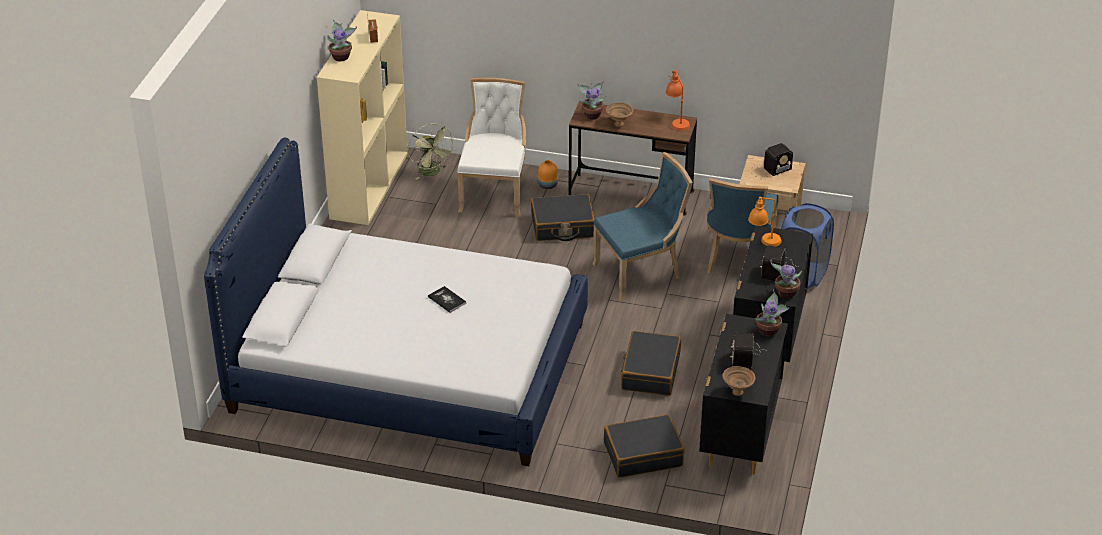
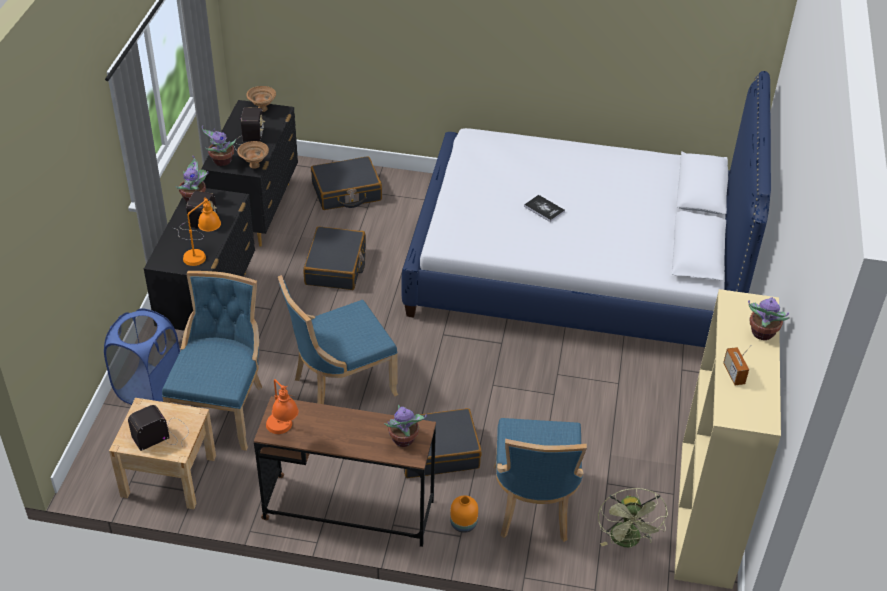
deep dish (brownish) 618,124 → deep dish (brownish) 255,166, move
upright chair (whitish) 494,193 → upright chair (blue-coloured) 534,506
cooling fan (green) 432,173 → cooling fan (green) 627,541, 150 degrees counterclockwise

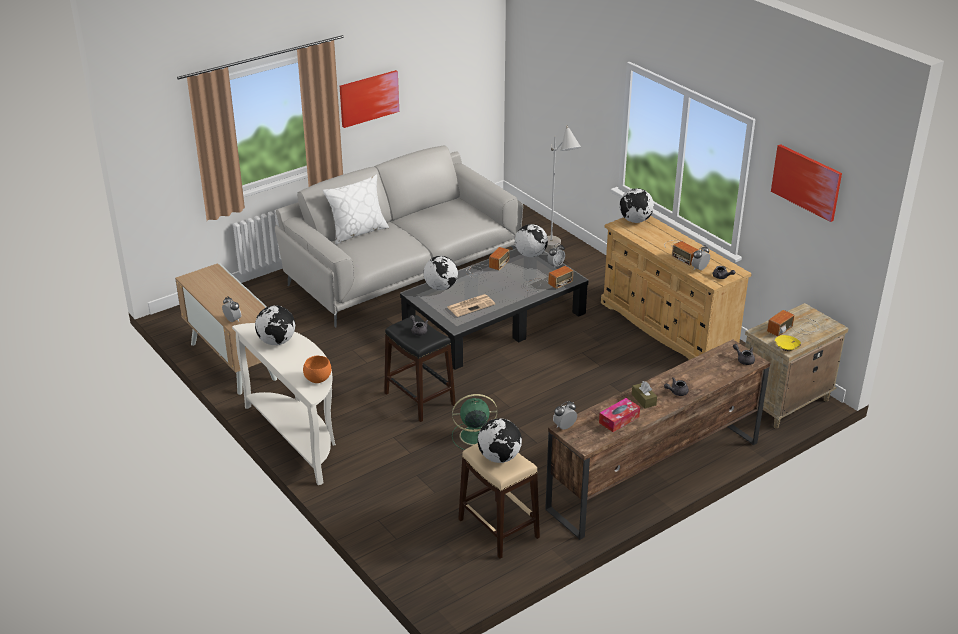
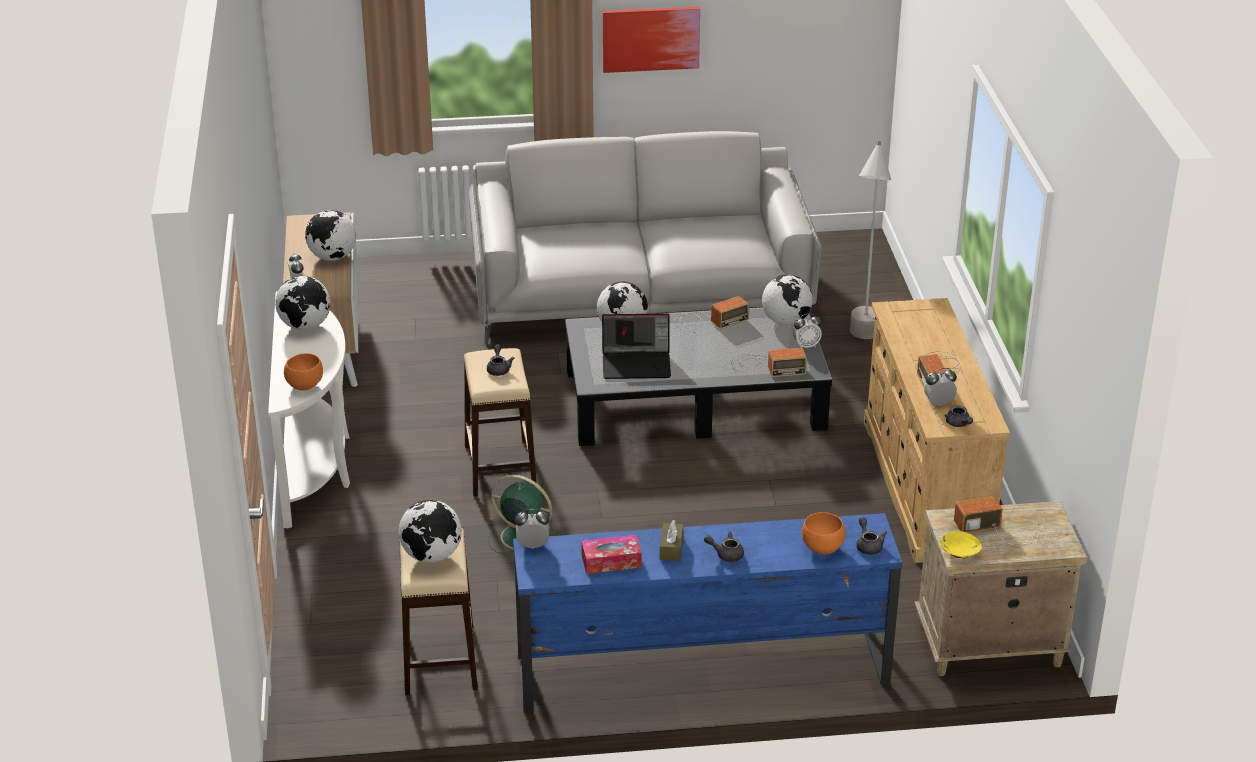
cushion (whitish) 357,232 → -
picture 806,182 → -
- → deep dish (orange-coloured) 822,549
world globe 635,221 → world globe 332,257, move
daily paper 471,305 → notebook computer 637,364
sitting stool (black-coloured) 419,399 → sitting stool (beige) 499,468
tv stand (brownish) 653,475 → tv stand (blue-coloured) 701,671

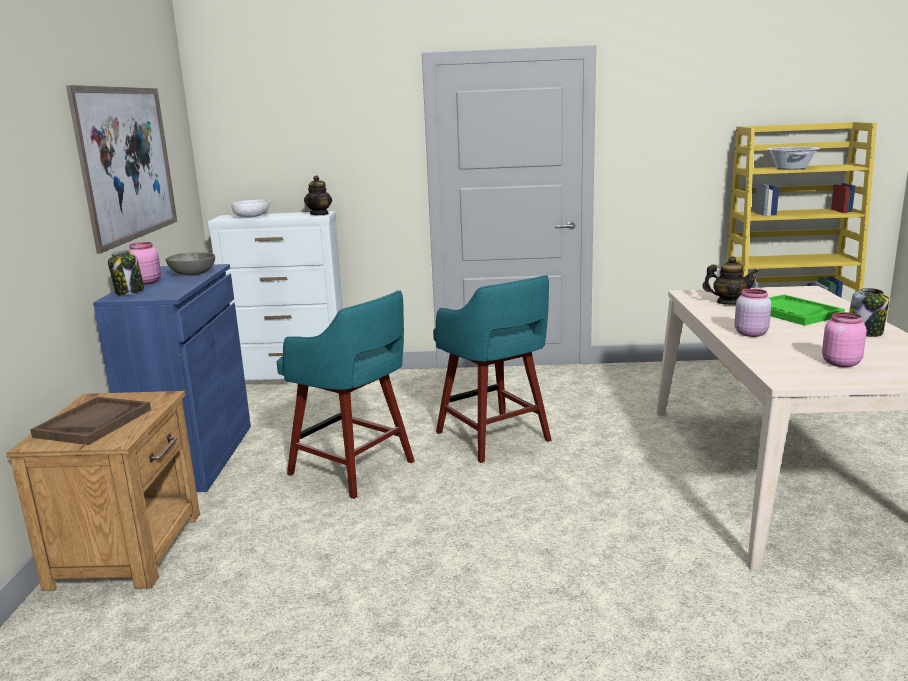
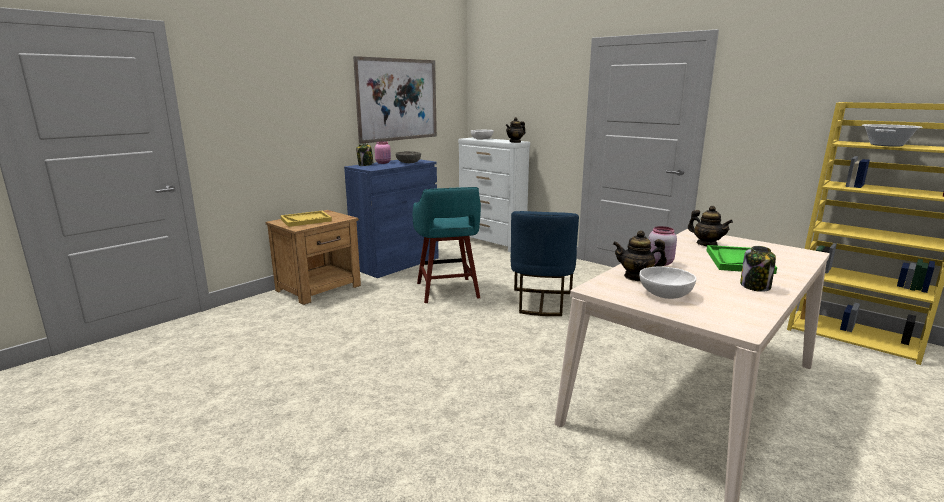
- → pot for tea 636,277
sitting stool (blue-green) 494,438 → upright chair (blue-coloured) 541,302
jar (pinkish) 839,363 → deep dish (whitish) 665,294
tray (brownish) 93,423 → tray (yellowish) 306,220

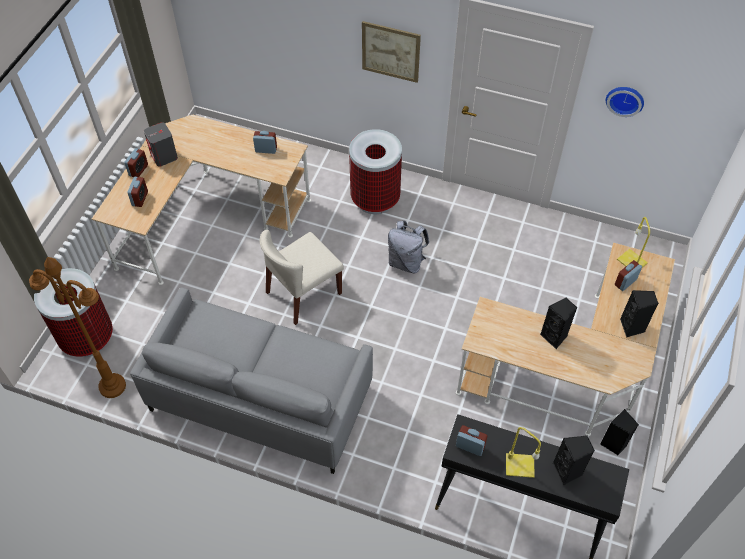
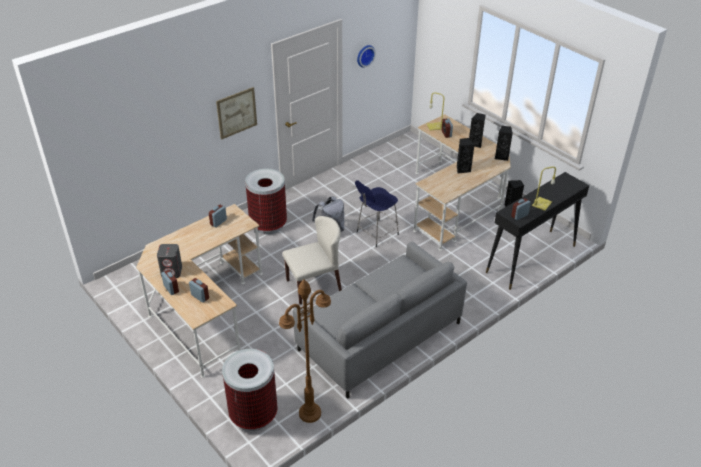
- → sitting stool (blue-coloured) 376,234
loudspeaker (black-coloured) 568,471 → loudspeaker (black-coloured) 501,156, move
upright chair (beige) 303,293 → upright chair (beige) 314,285, 105 degrees counterclockwise

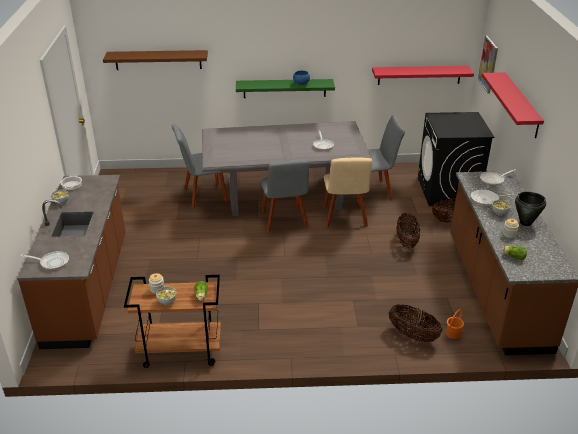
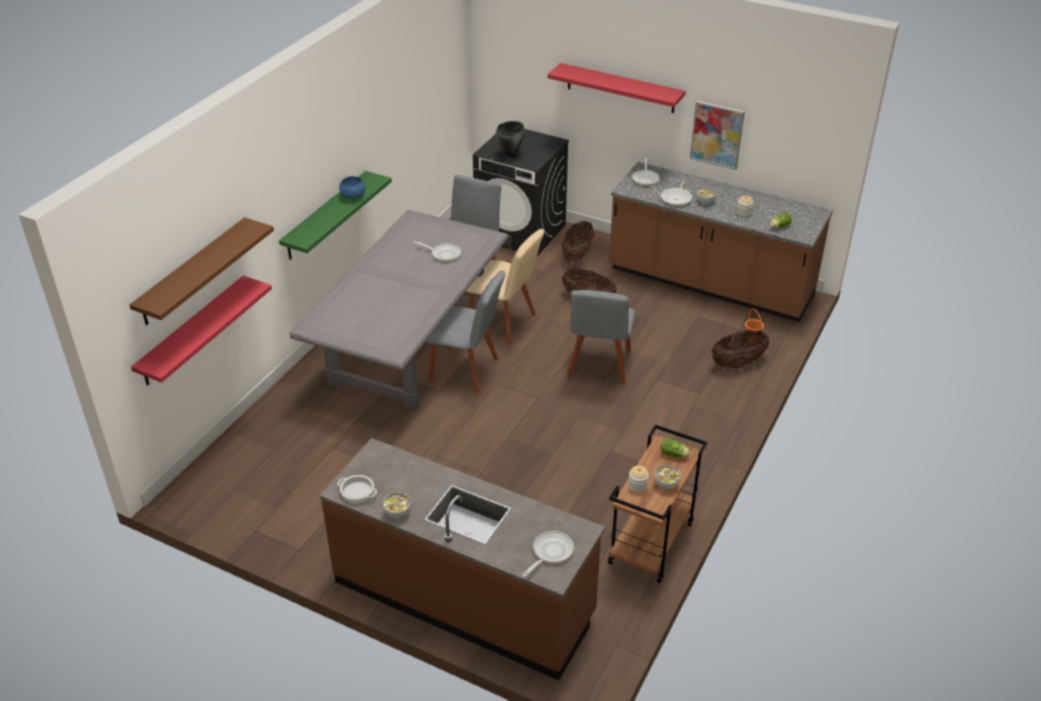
upright chair (grey) 202,195 → upright chair (grey) 598,367, move
shelf (red) 419,75 → shelf (red) 192,331, move
picture 488,64 → picture 717,134, move
saucepot (black-coloured) 525,223 → saucepot (black-coloured) 510,154, move

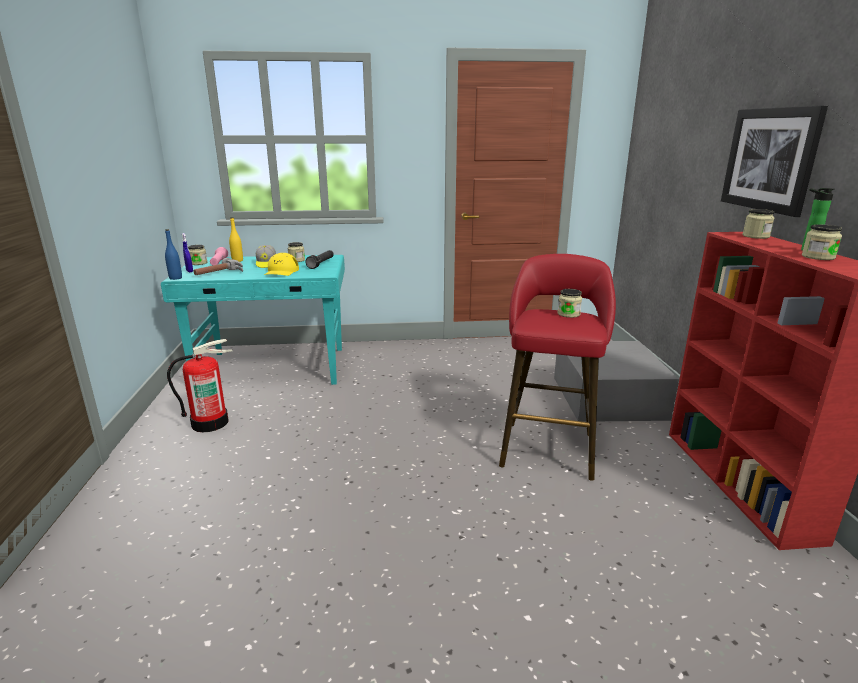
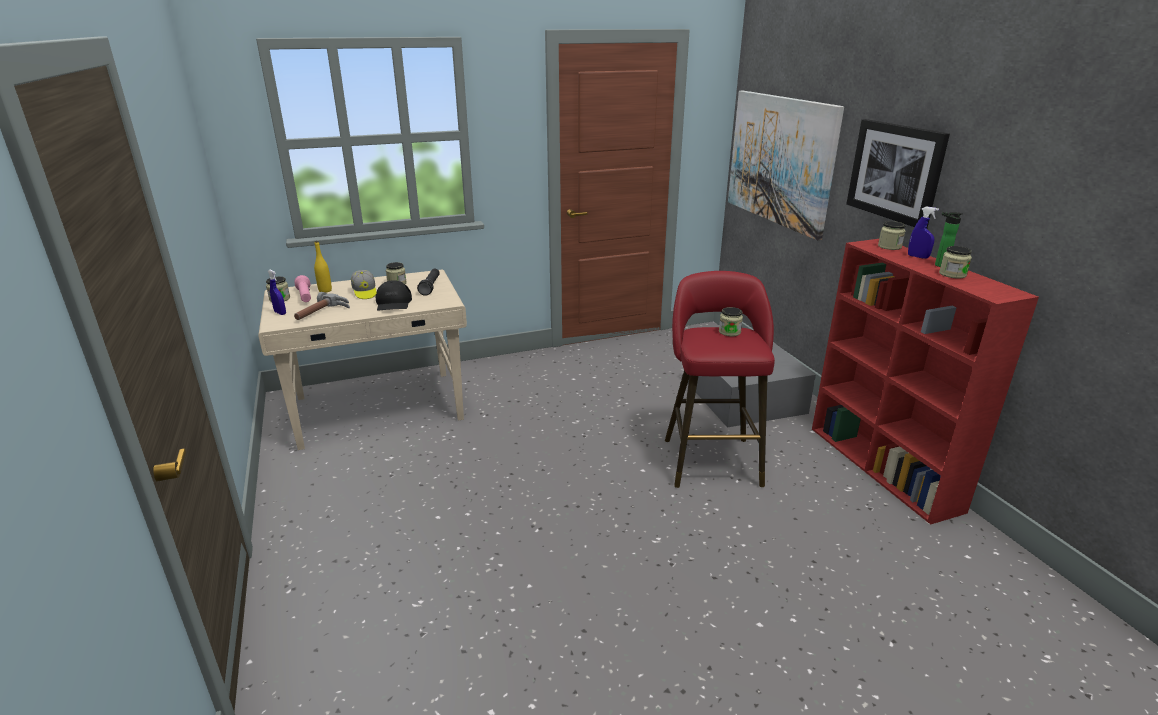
beverage bottle (blue-coloured) 175,278 → -
fire-fighting cylinder 210,422 → -
- → picture 780,160
- → hand sprayer (blue-coloured) 918,257
desk table (blue-green) 274,368 → desk table (beige) 380,409
cap (yellowish) 281,271 → cap (black-coloured) 393,303

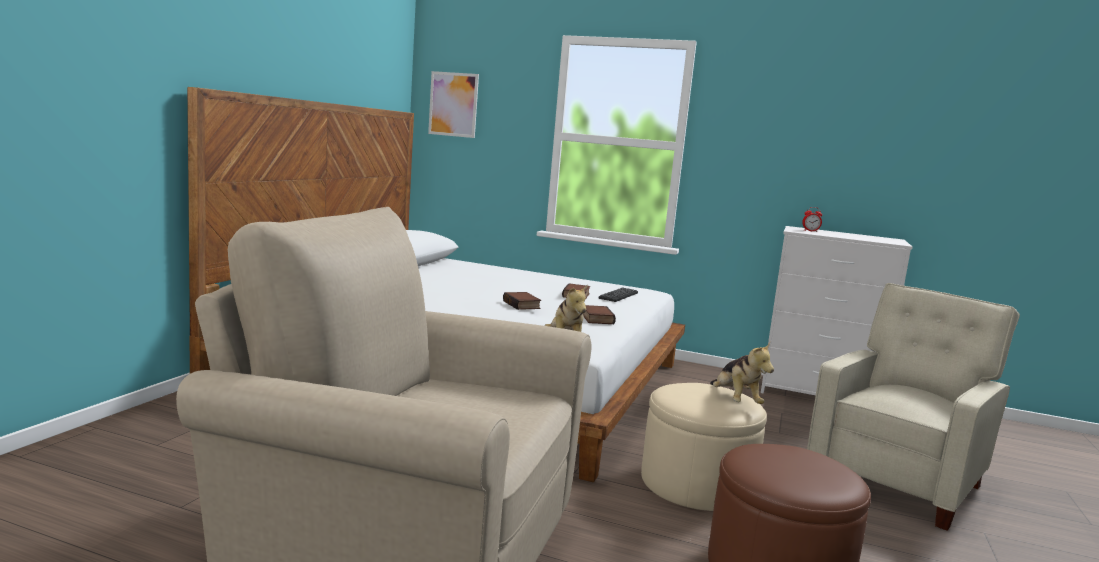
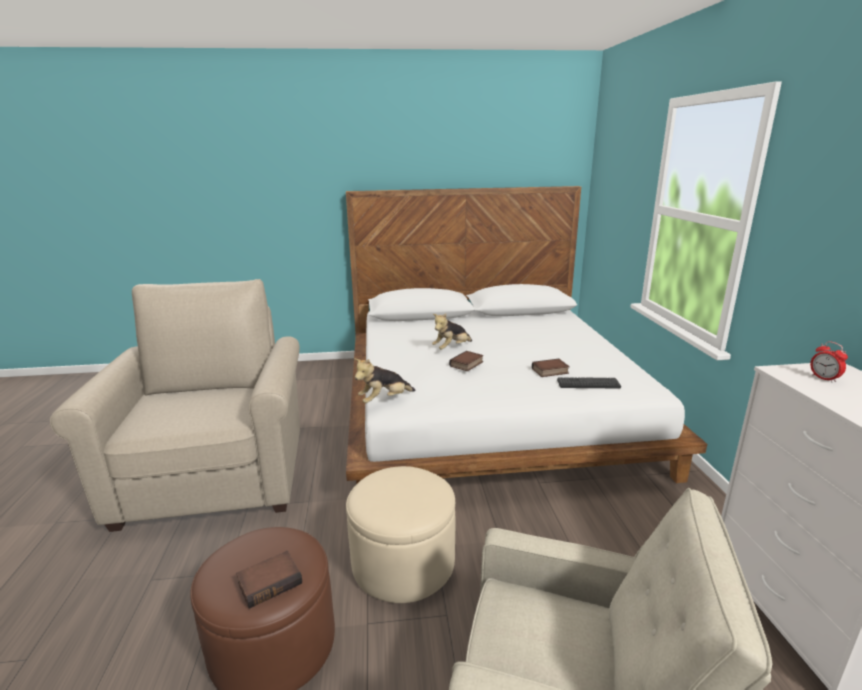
picture 453,104 → -
bound book 596,318 → bound book 270,581, move
cuddly toy 735,401 → cuddly toy 451,348, move

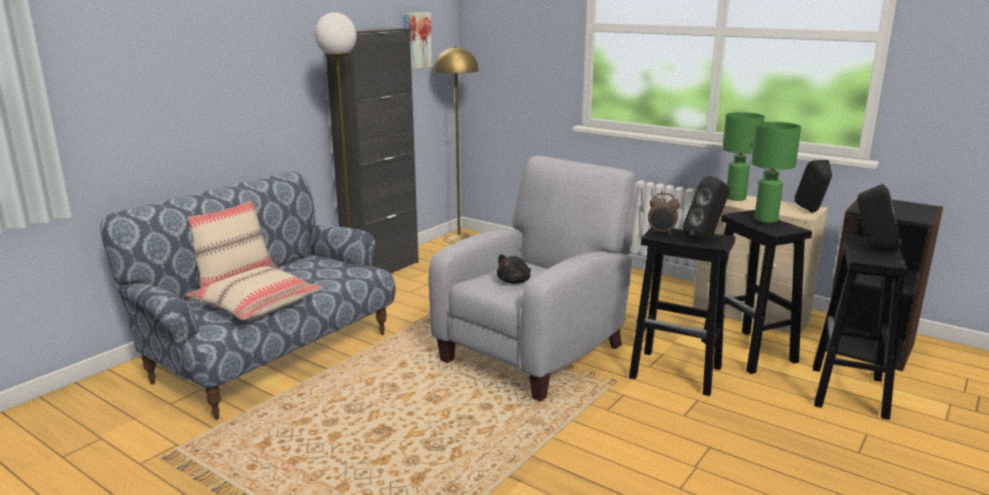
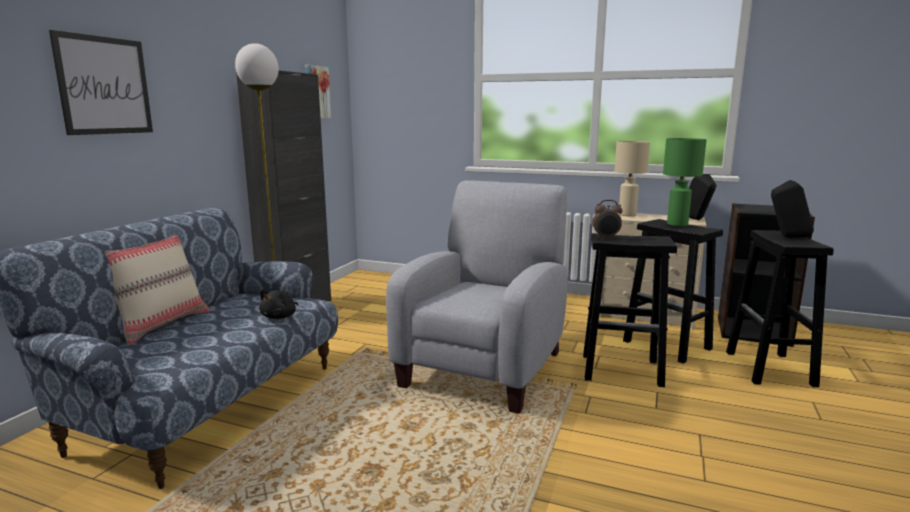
cushion (beige) 257,305 → -
standard lamp (yellowish) 459,239 → -
loudspeaker (black-coloured) 705,238 → -
- → picture 104,86
cuddly toy (black-coloured) 515,281 → cuddly toy (black-coloured) 280,317, move
table lamp (green) 735,198 → table lamp (beige) 627,215

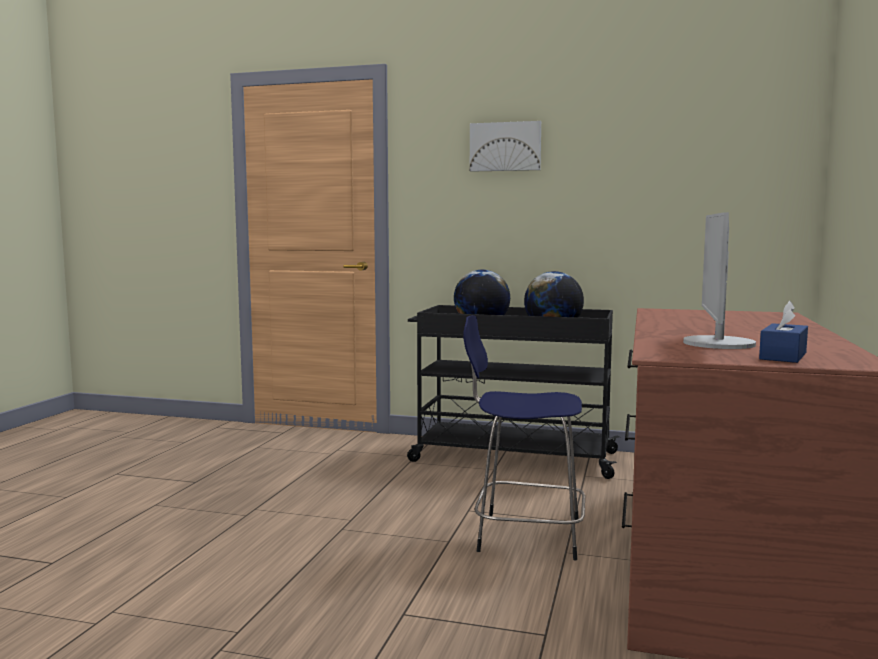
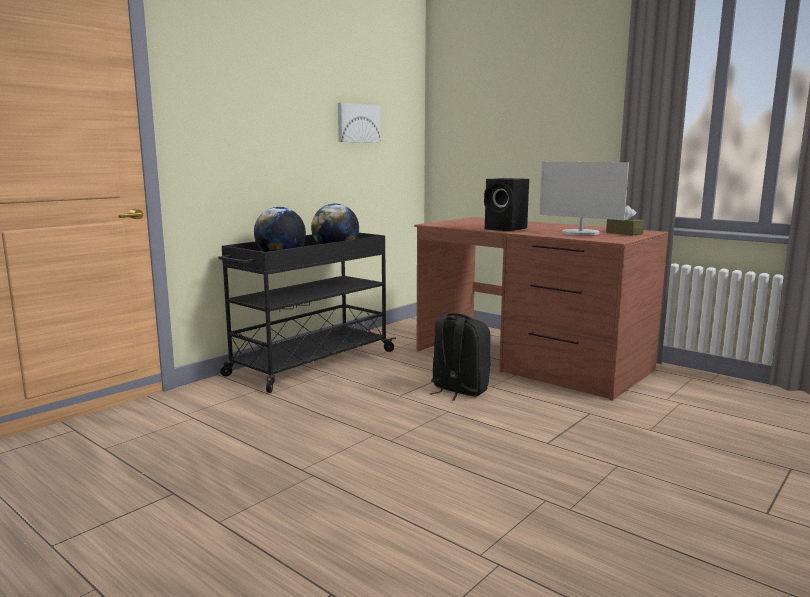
- → loudspeaker (black-coloured) 507,229
picture 505,147 → picture 357,123, move
sitting stool (blue-coloured) 524,535 → rucksack (black-coloured) 458,390
tissue box (blue-coloured) 783,356 → tissue box (brownish) 624,233

